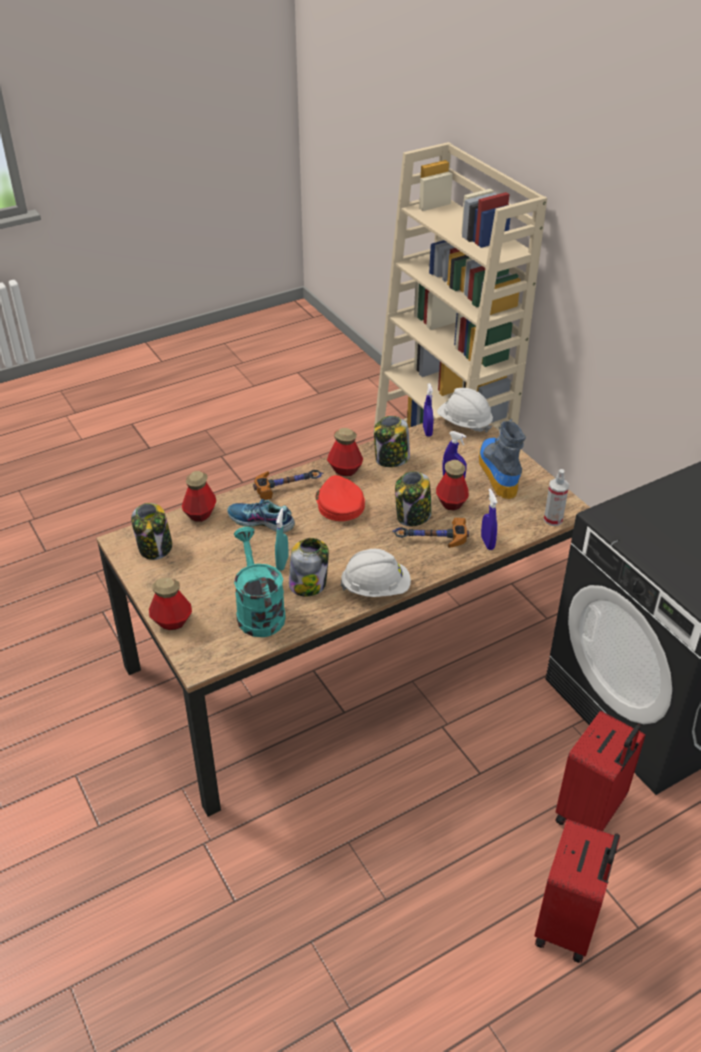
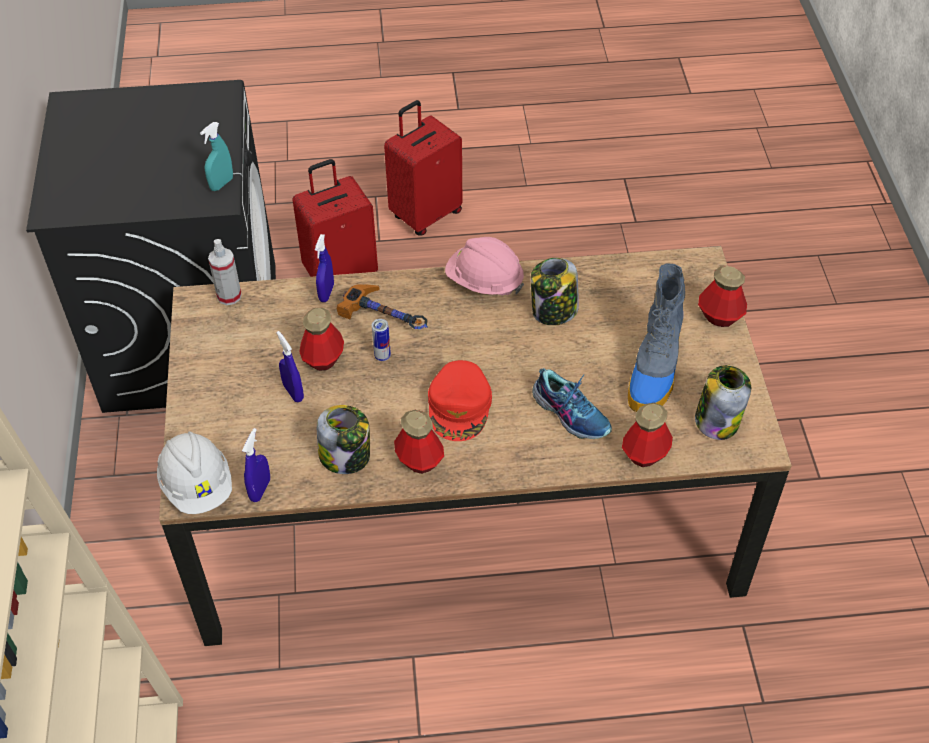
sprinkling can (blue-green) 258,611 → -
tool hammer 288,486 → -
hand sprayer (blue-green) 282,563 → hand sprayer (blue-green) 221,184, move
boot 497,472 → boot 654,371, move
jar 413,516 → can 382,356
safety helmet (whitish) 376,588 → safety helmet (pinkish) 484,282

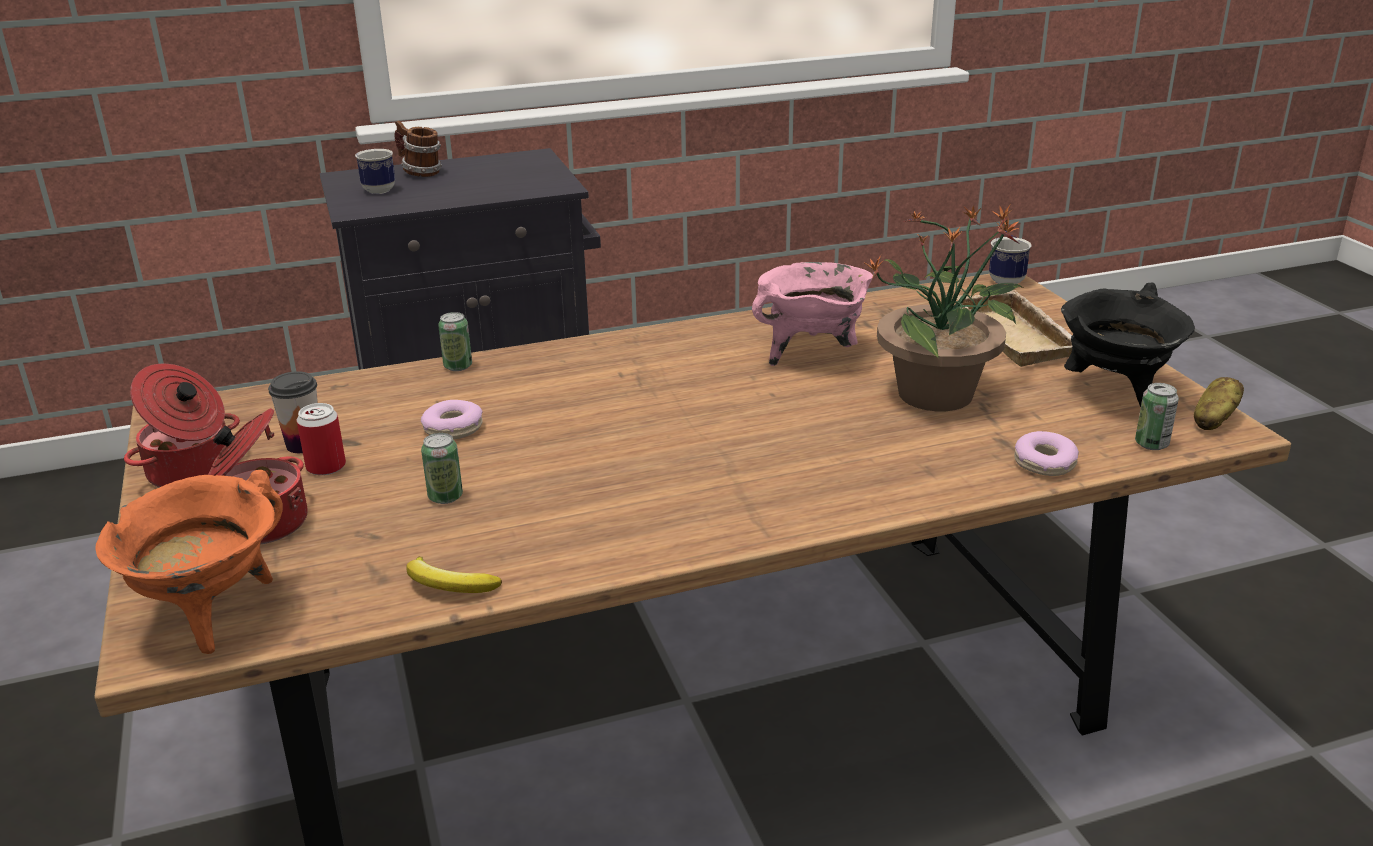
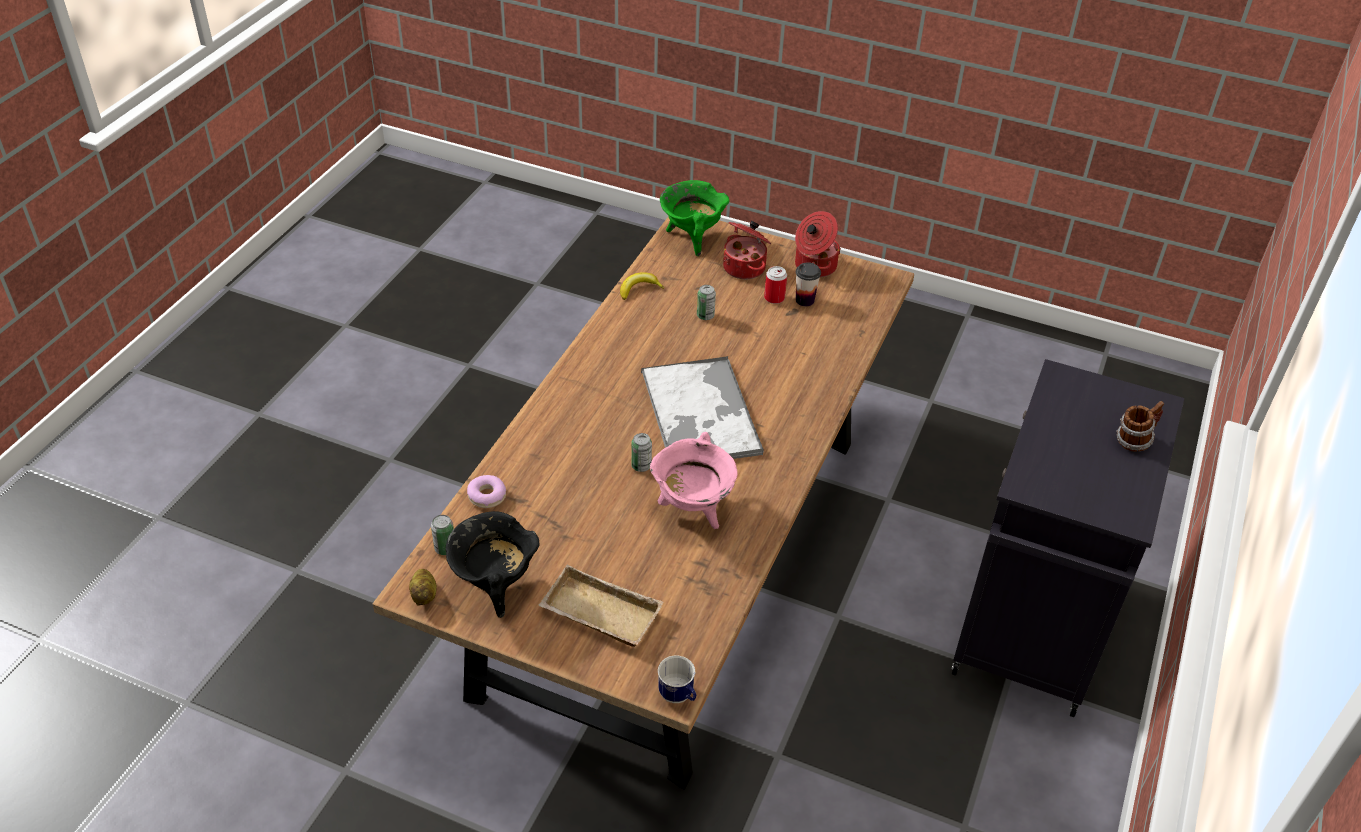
mug 376,189 → -
donut 453,428 → -
houseplant 938,393 → -
- → tray 701,414
can 458,366 → can 641,466, move
saucepot (orange-coloured) 211,614 → saucepot (green) 692,238

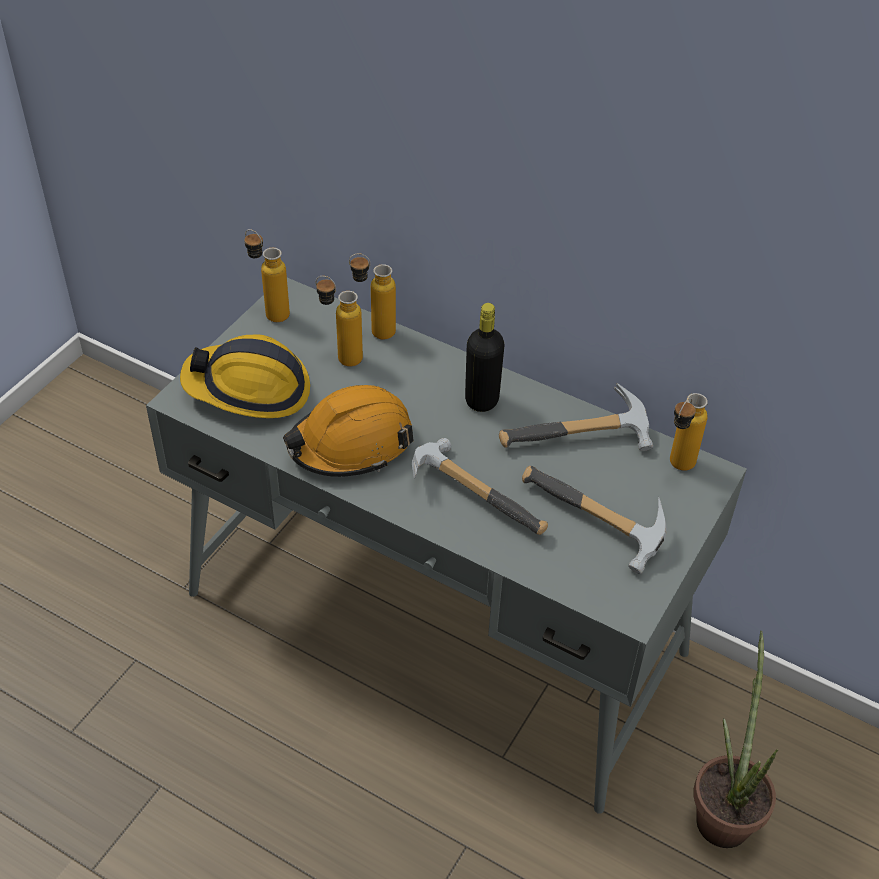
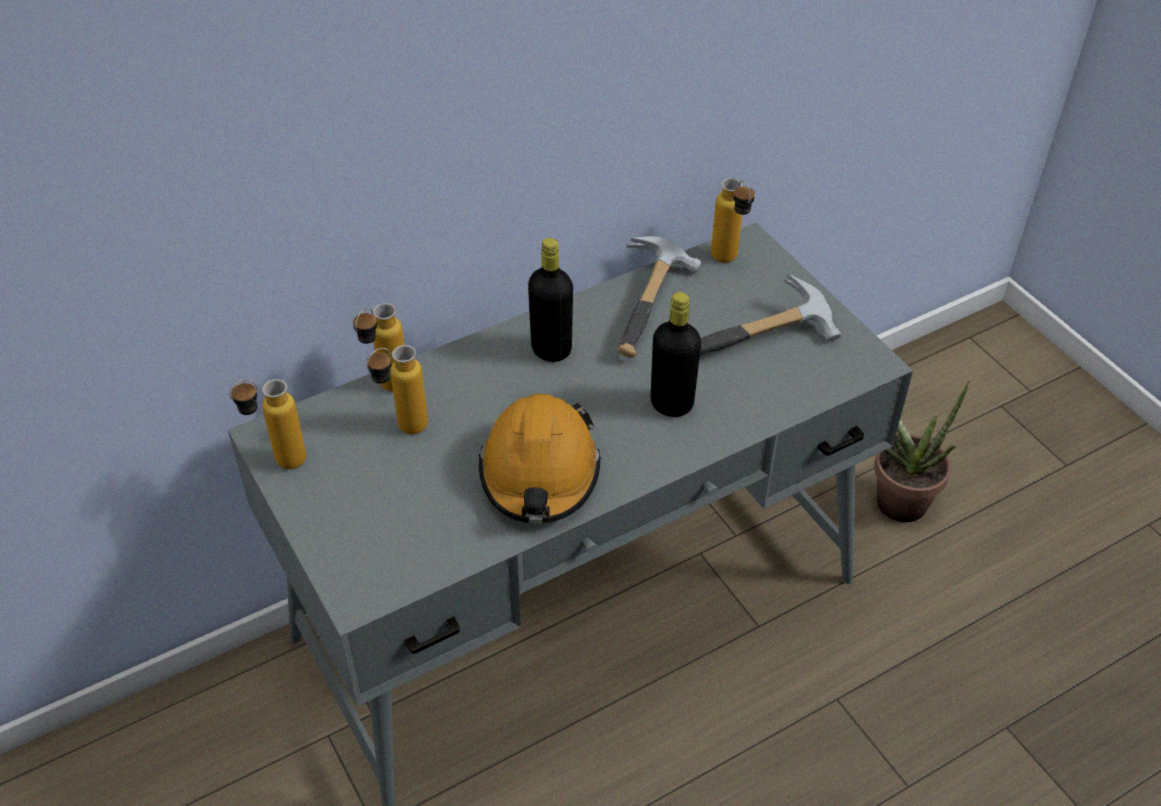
safety helmet 249,389 → -
tool hammer 477,492 → beverage bottle (black-coloured) 671,404

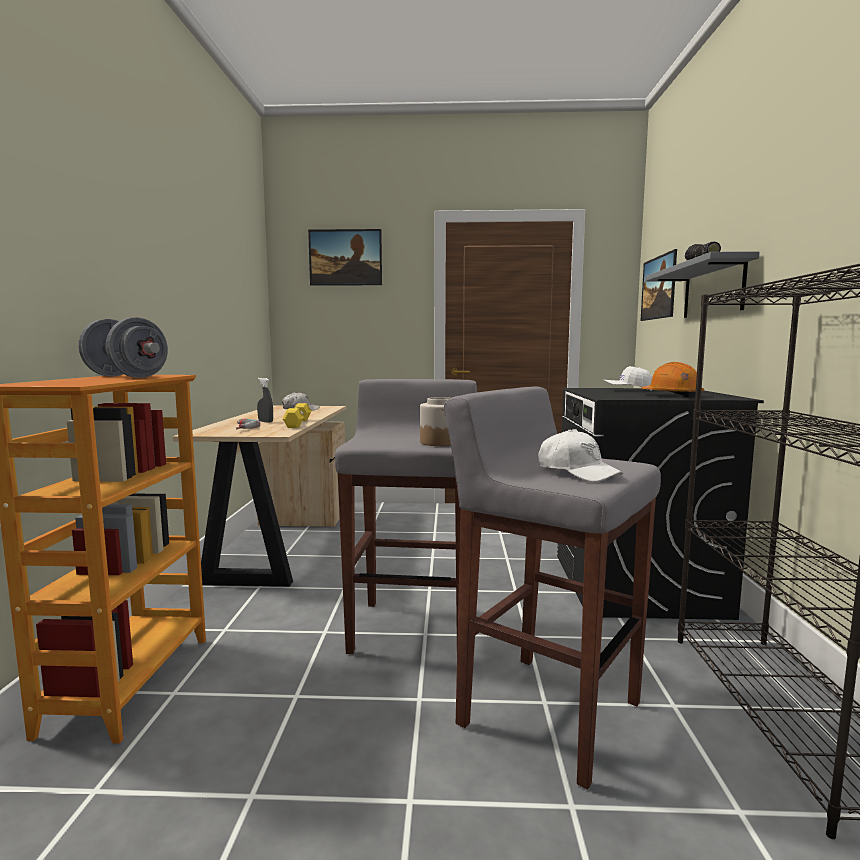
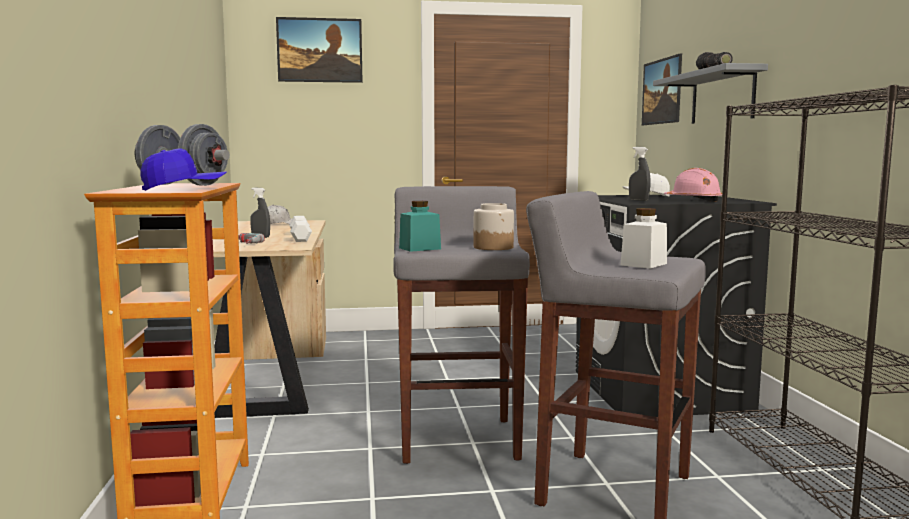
- → cap (blue-coloured) 184,189
- → jar (blue-green) 420,248
- → hand sprayer (grey) 638,200
cap (whitish) 577,472 → jar (whitish) 643,264
hand weight (yellowish) 298,423 → hand weight (whitish) 300,237
safety helmet (orange-coloured) 672,395 → safety helmet (pinkish) 693,200

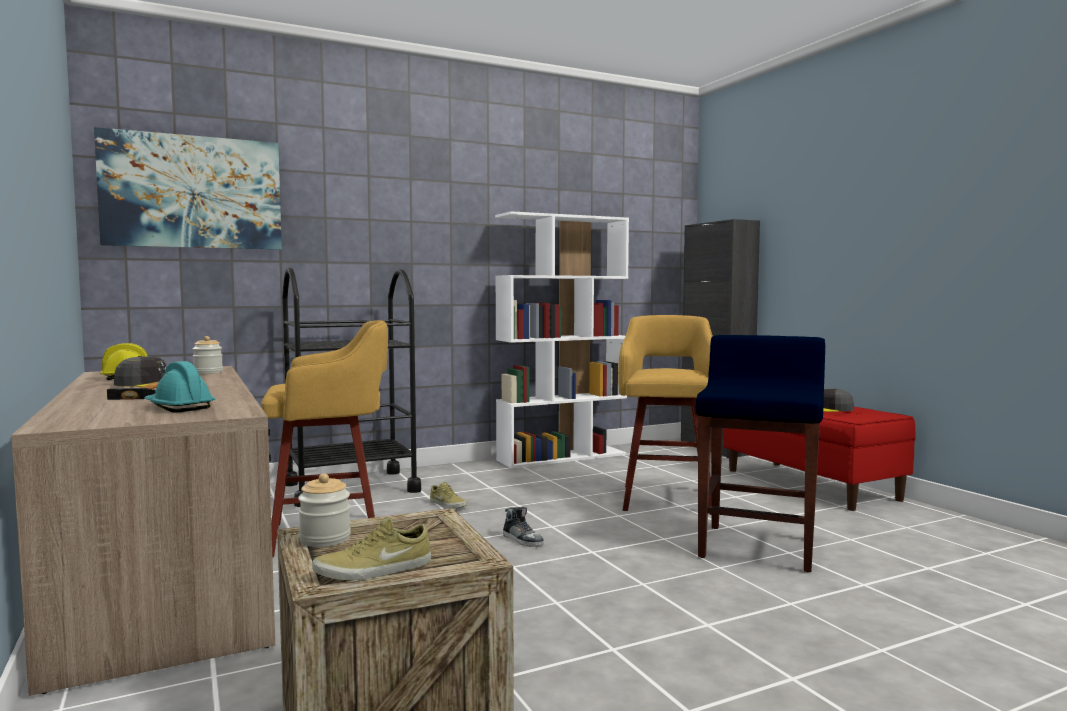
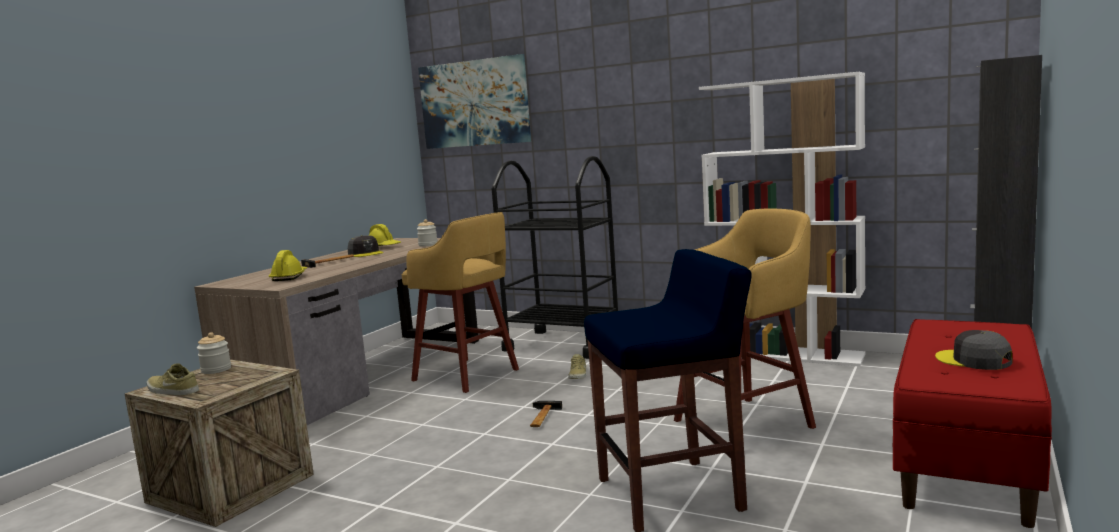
shoe 522,540 → tool hammer 541,418
safety helmet (blue-green) 178,407 → safety helmet (yellowish) 289,277

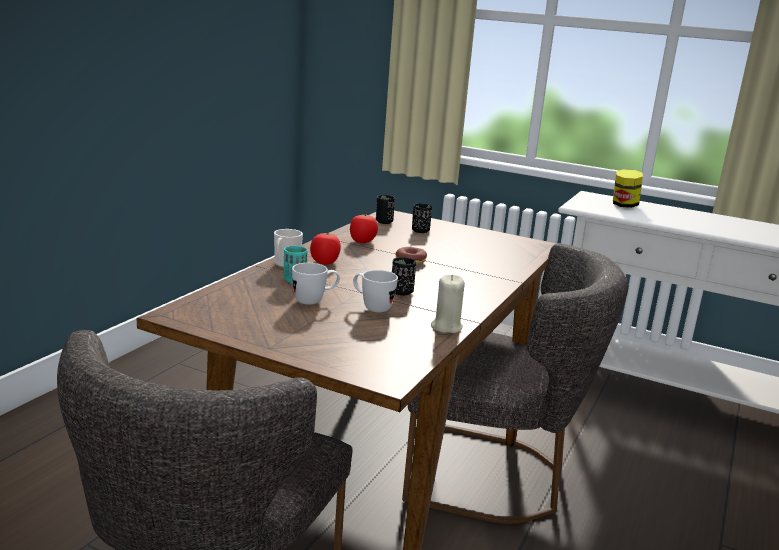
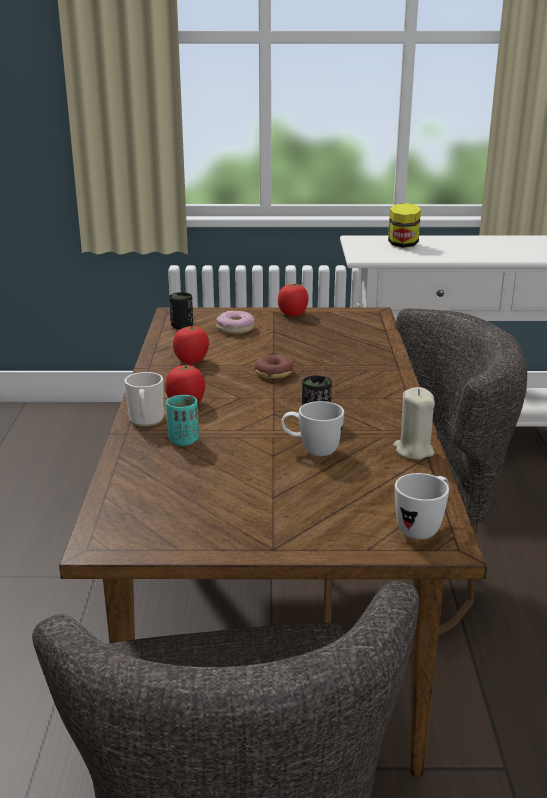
- → tomato 293,314
mug (whitish) 315,301 → mug (whitish) 423,527, move
drinking cup (black-coloured) 420,231 → donut 235,328

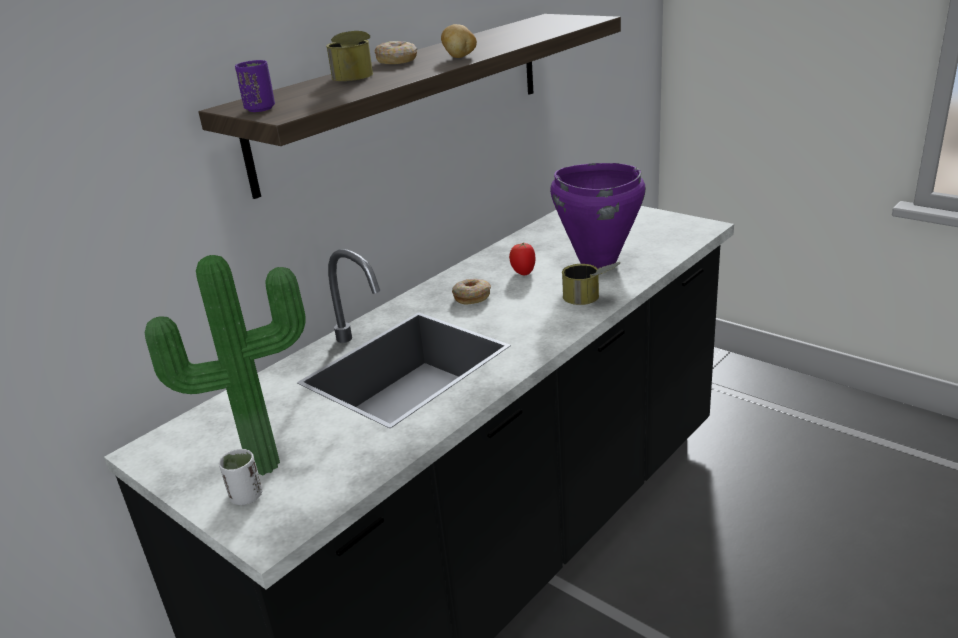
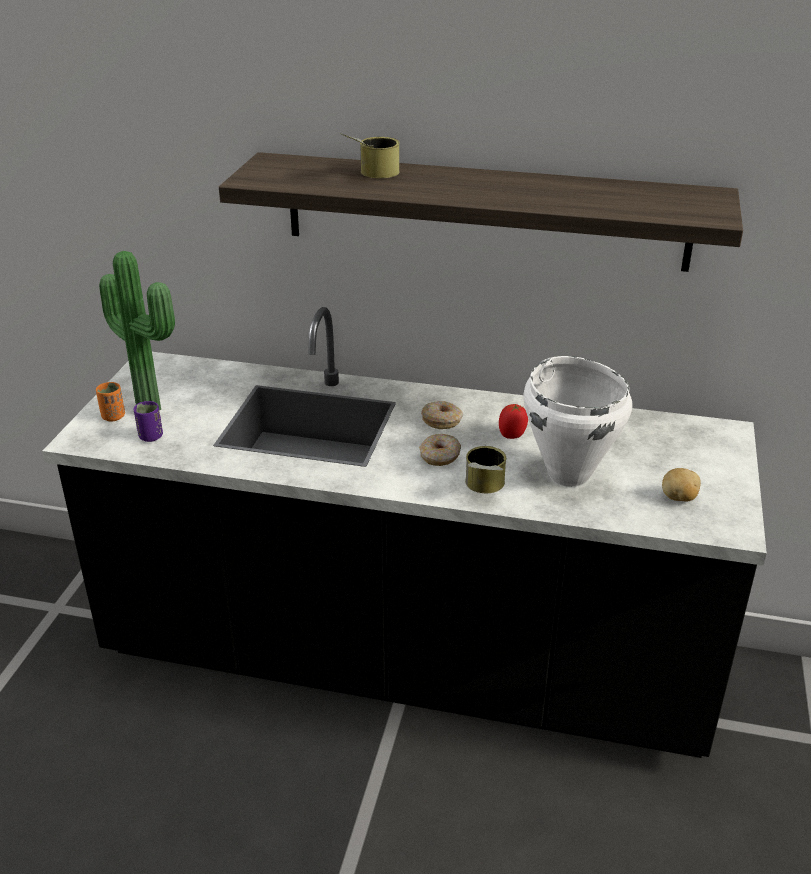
drinking cup (purple) 260,109 → drinking cup (purple) 150,437, move
donut 397,61 → donut 440,456, move
spud 460,57 → spud 679,498, move
drinking cup (whitish) 246,497 → drinking cup (orange-coloured) 113,416
saucepot (purple) 597,263 → saucepot (whitish) 569,474

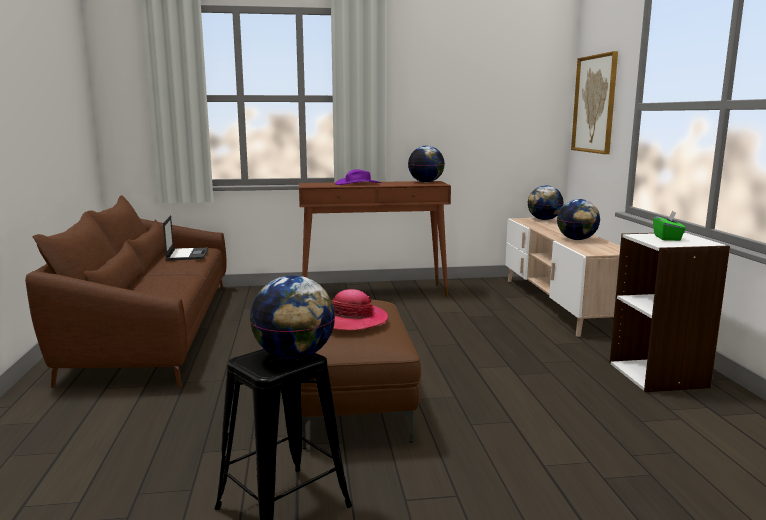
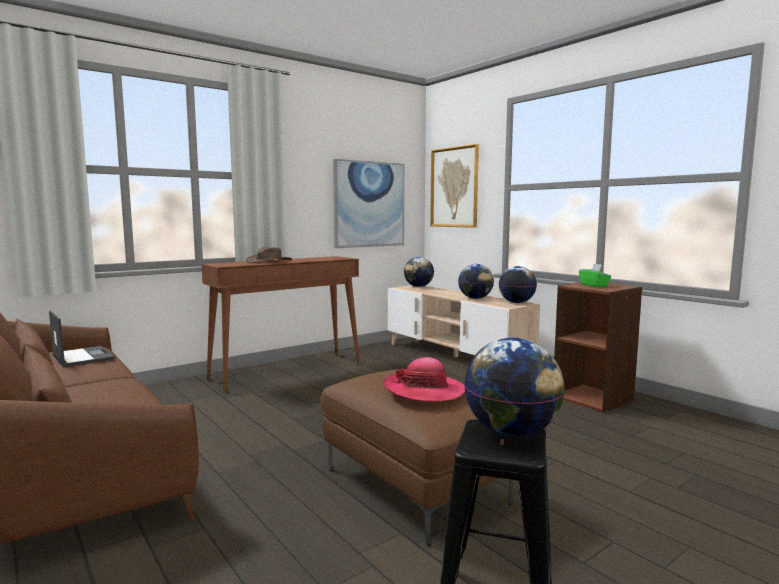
- → picture 369,204
world globe 426,182 → world globe 517,302, move
clothing hat (purple) 358,184 → clothing hat (brownish) 269,261
bookshelf (whitish) 659,375 → bookshelf (brownish) 593,398

